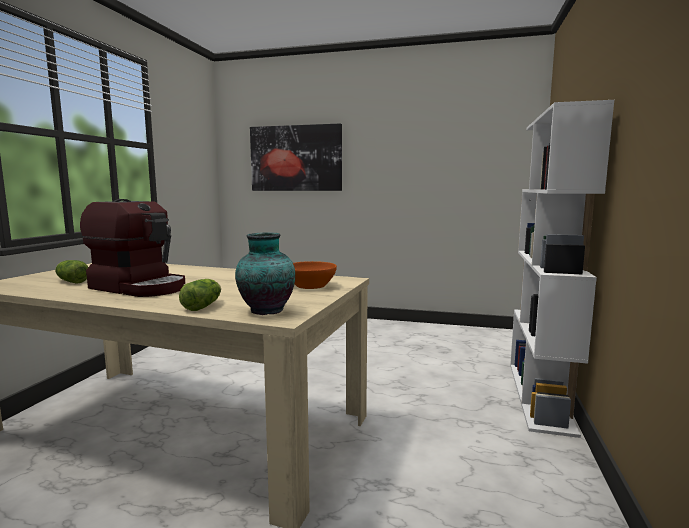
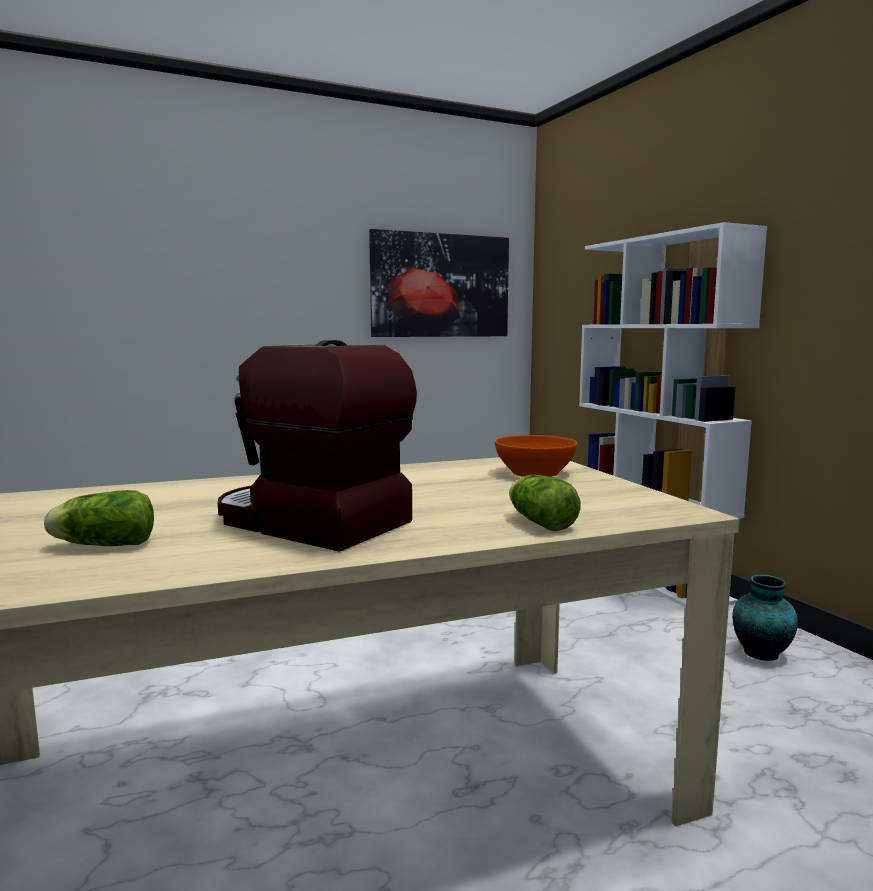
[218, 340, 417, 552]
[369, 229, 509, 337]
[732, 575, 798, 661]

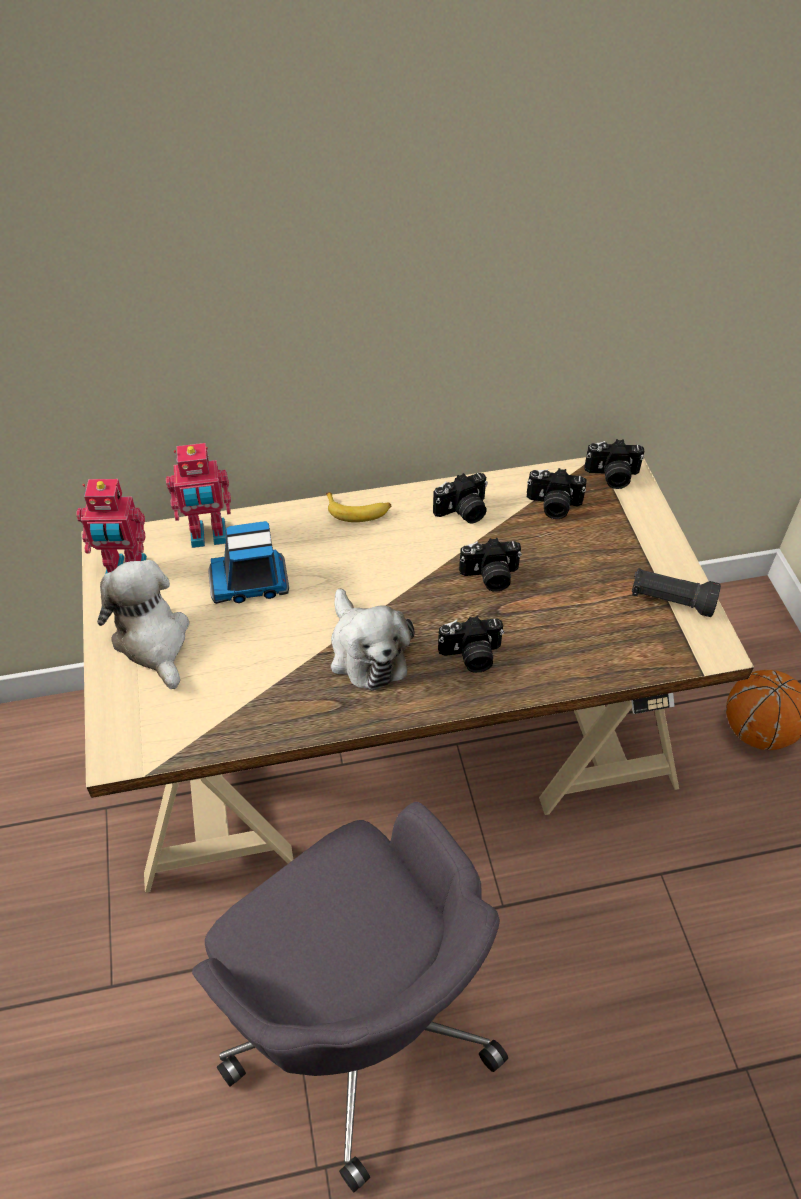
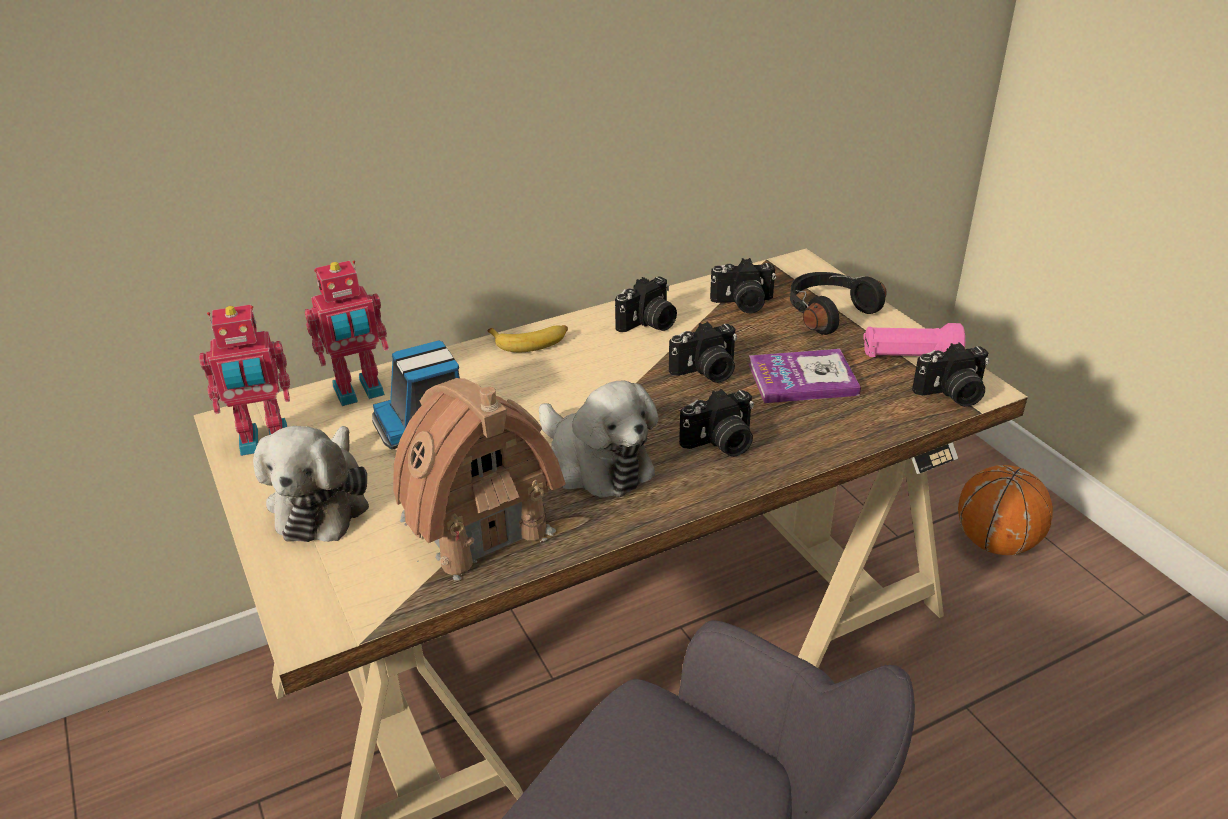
[253, 426, 369, 542]
[393, 378, 566, 580]
[749, 349, 861, 403]
[790, 272, 887, 335]
[863, 323, 965, 357]
[912, 342, 989, 407]

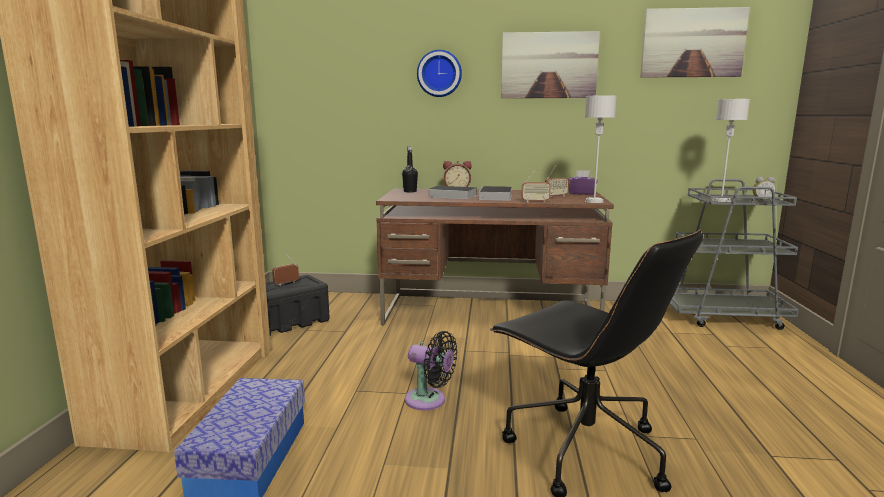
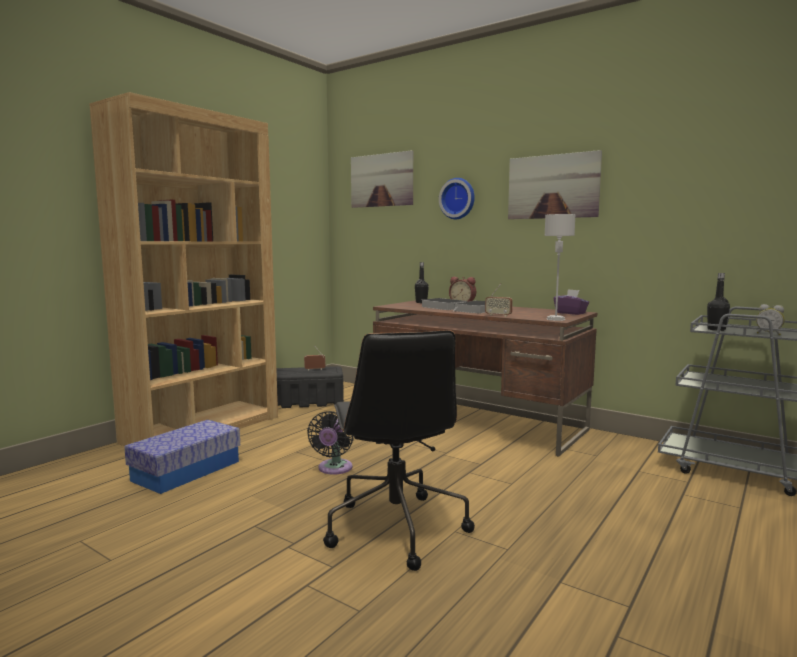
[307, 411, 353, 475]
[351, 150, 413, 208]
[707, 273, 730, 331]
[545, 164, 569, 197] (first image)

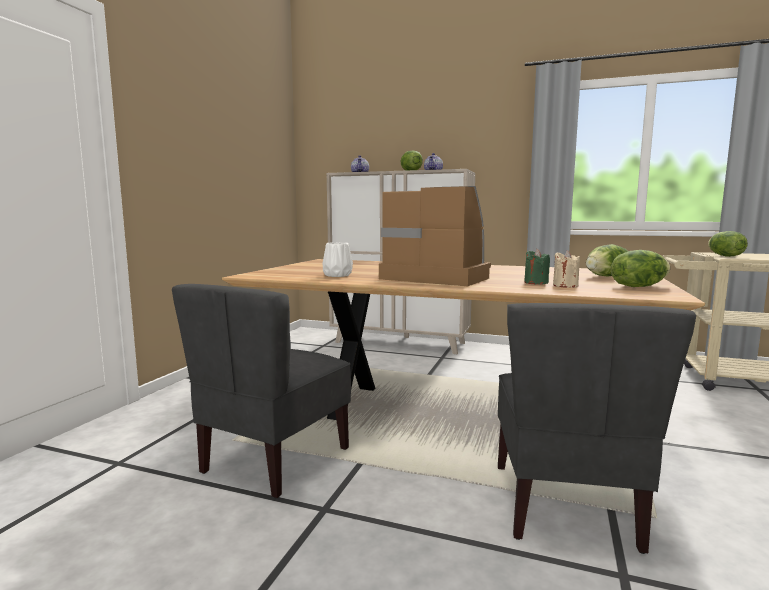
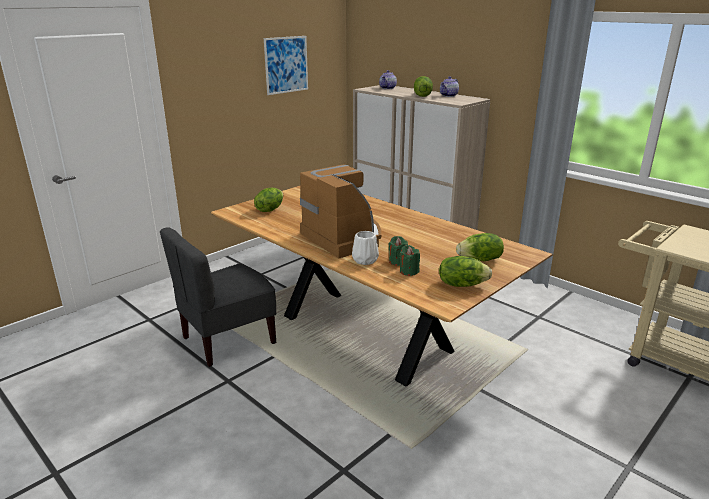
[254, 188, 283, 212]
[264, 36, 308, 95]
[352, 231, 379, 265]
[399, 245, 420, 276]
[498, 303, 696, 554] (first image)

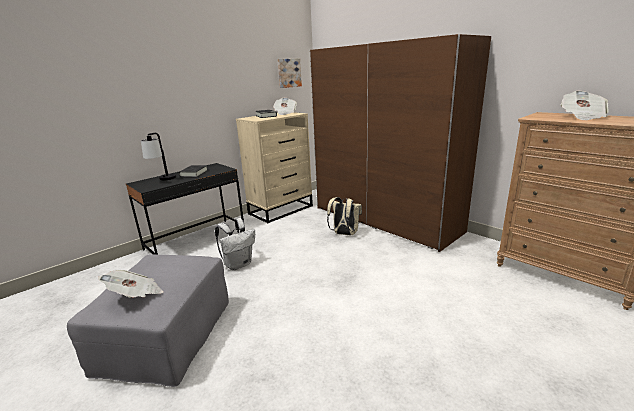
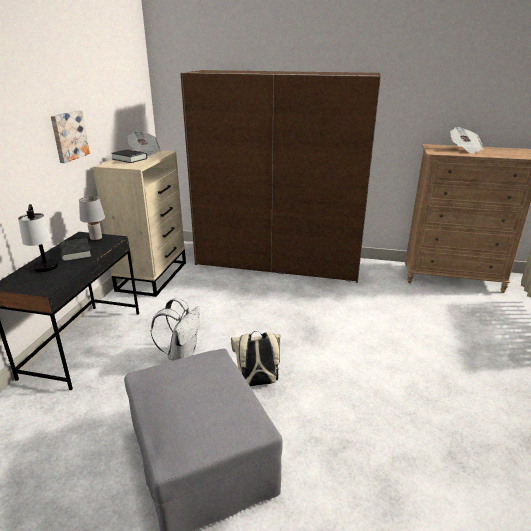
[51, 110, 90, 163]
[79, 196, 105, 241]
[231, 331, 281, 386]
[98, 270, 163, 298] (first image)

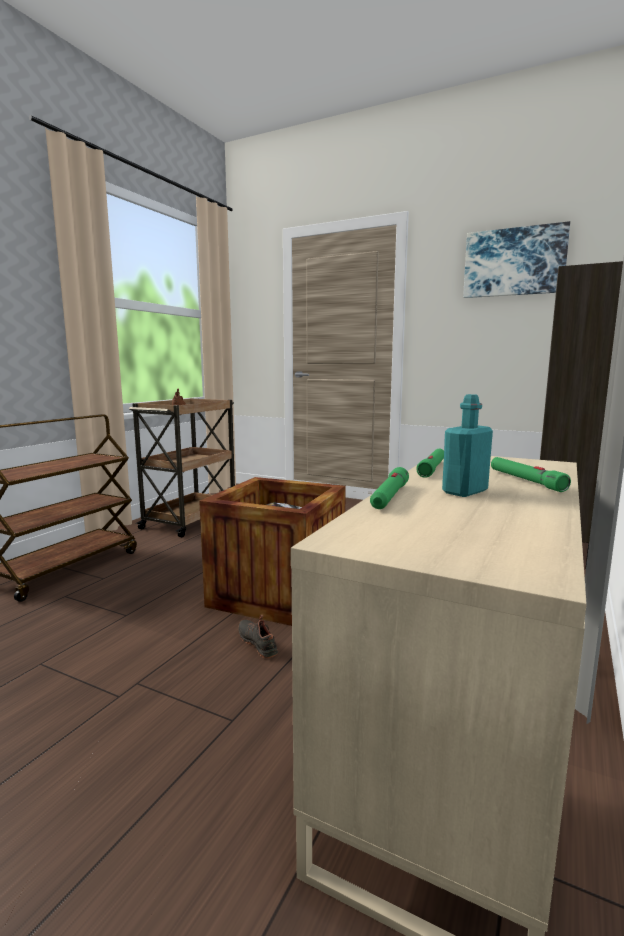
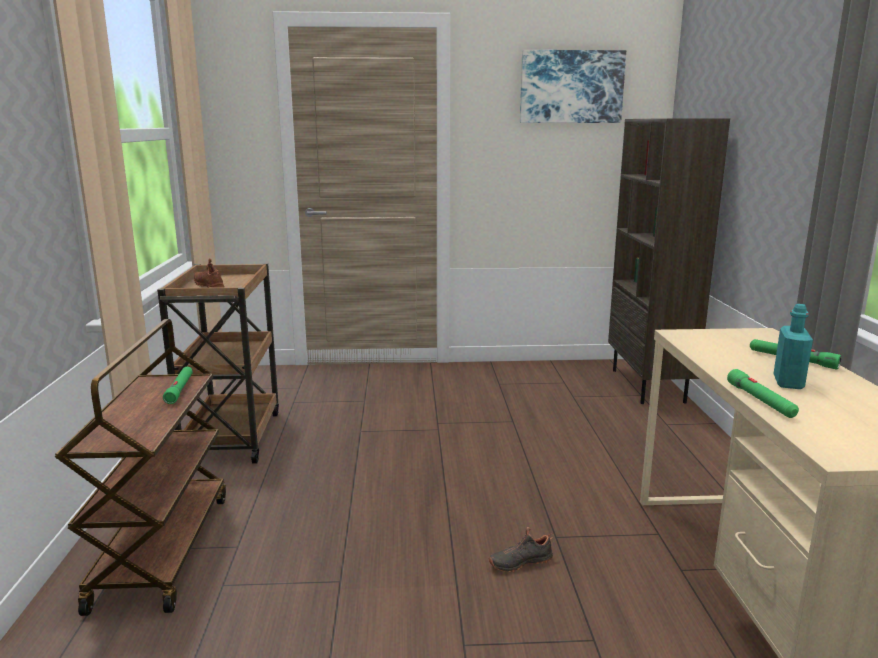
[163, 367, 193, 404]
[489, 527, 553, 572]
[199, 477, 346, 626] (first image)

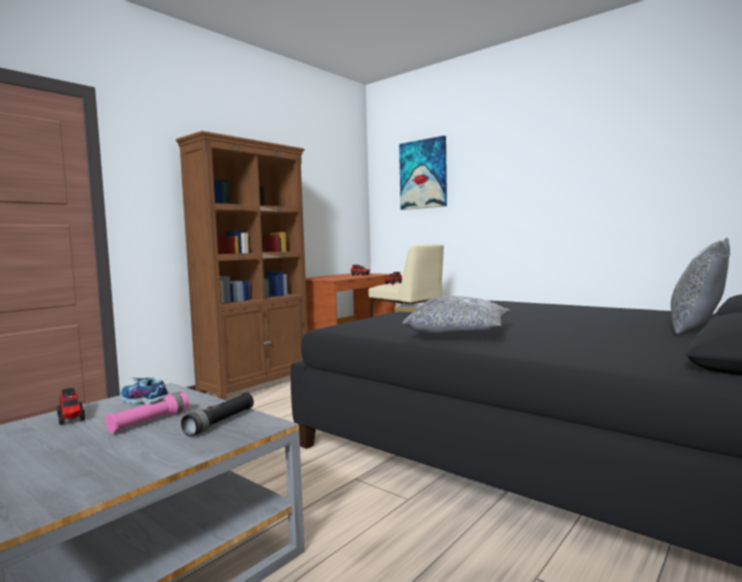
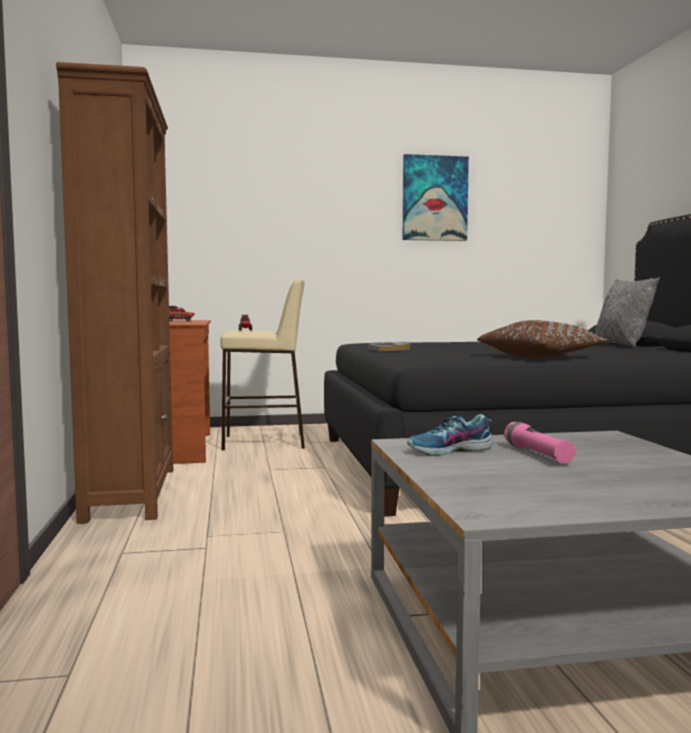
[403, 154, 469, 241]
[477, 320, 607, 358]
[57, 388, 85, 425] (first image)
[181, 392, 254, 437] (first image)

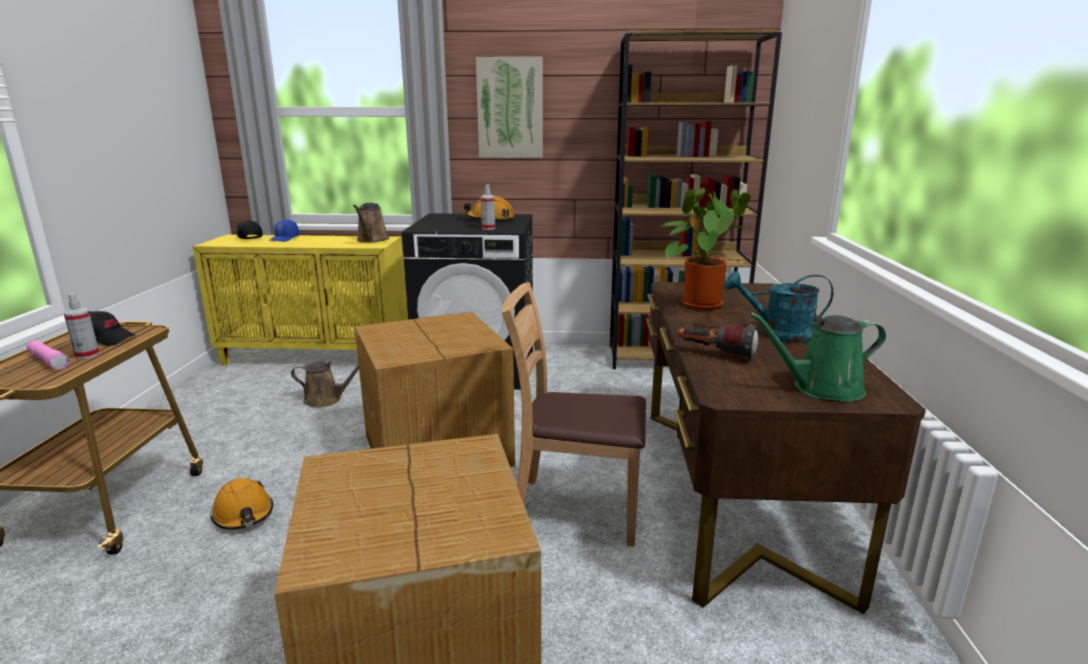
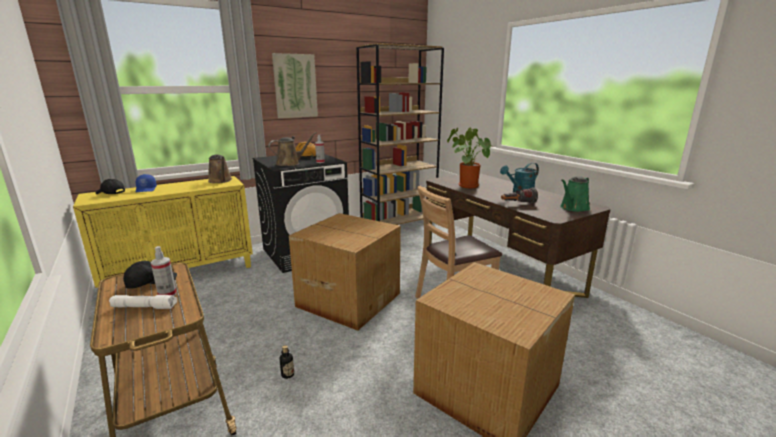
[109, 295, 177, 309]
[268, 132, 317, 166]
[280, 345, 294, 379]

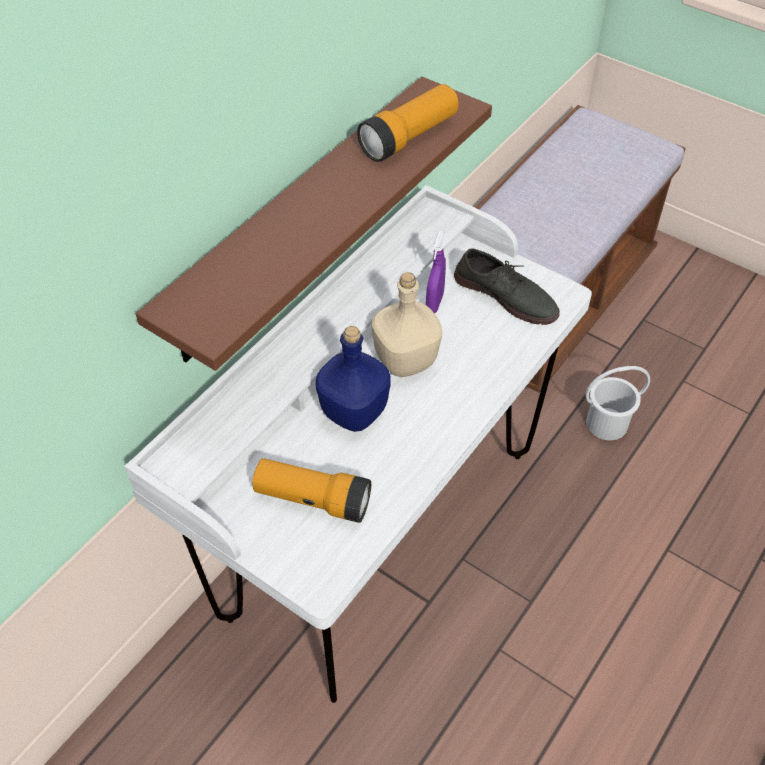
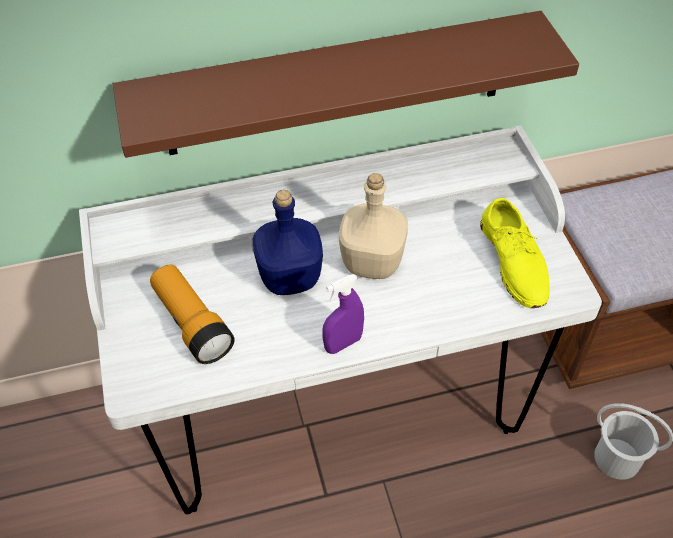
[322, 274, 364, 354]
[480, 198, 550, 308]
[357, 84, 459, 162] (first image)

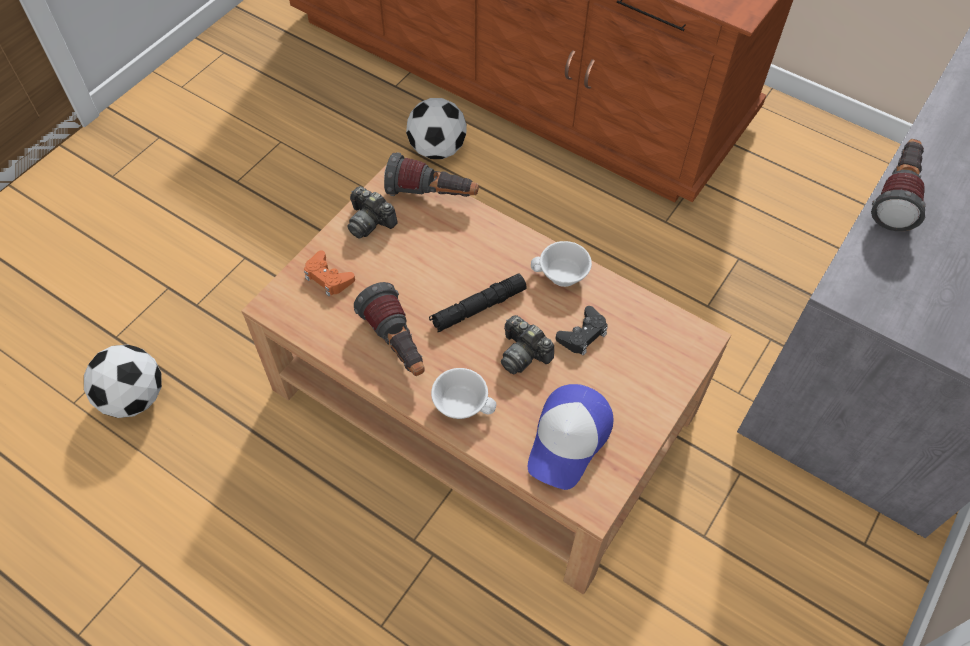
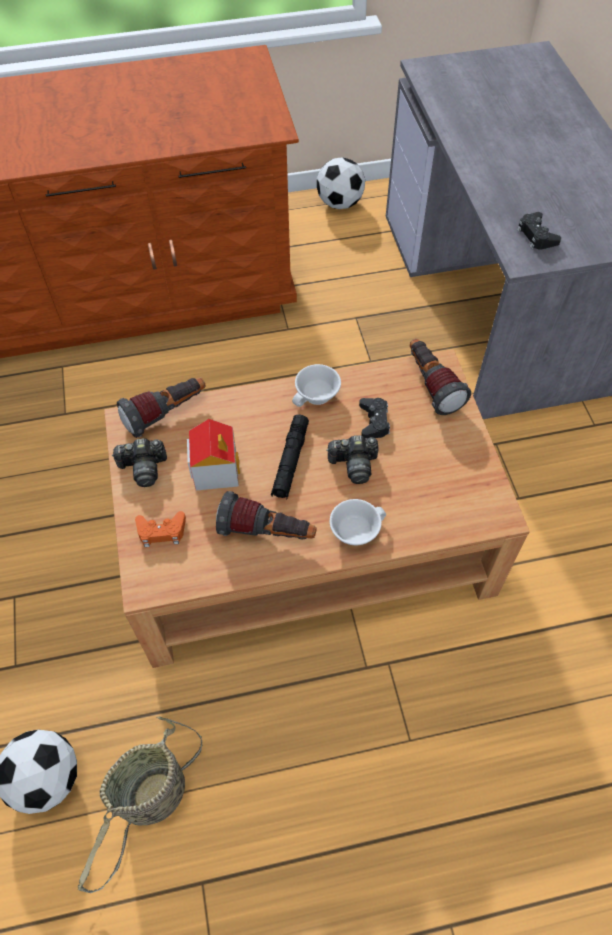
[78, 716, 202, 893]
[187, 419, 240, 490]
[317, 157, 365, 209]
[410, 339, 471, 415]
[517, 212, 561, 250]
[528, 384, 613, 490] (first image)

